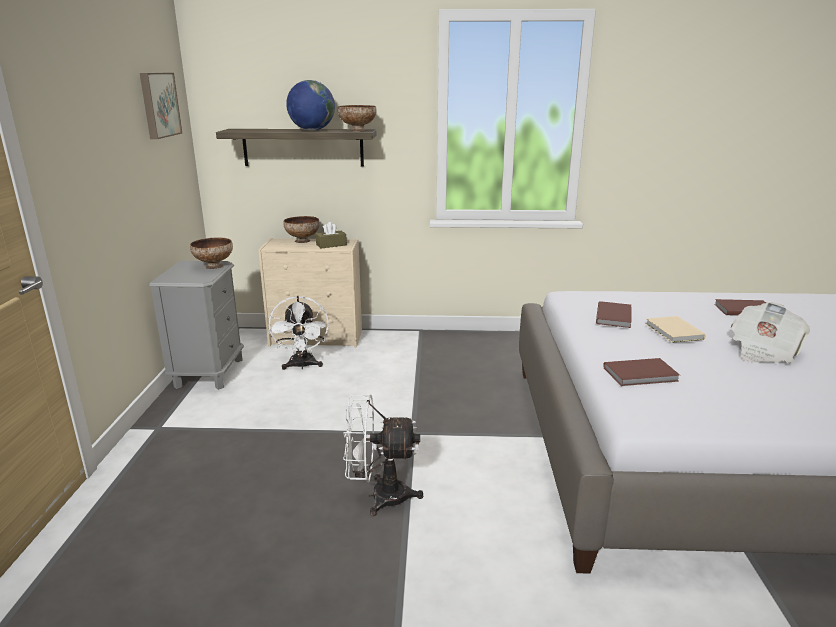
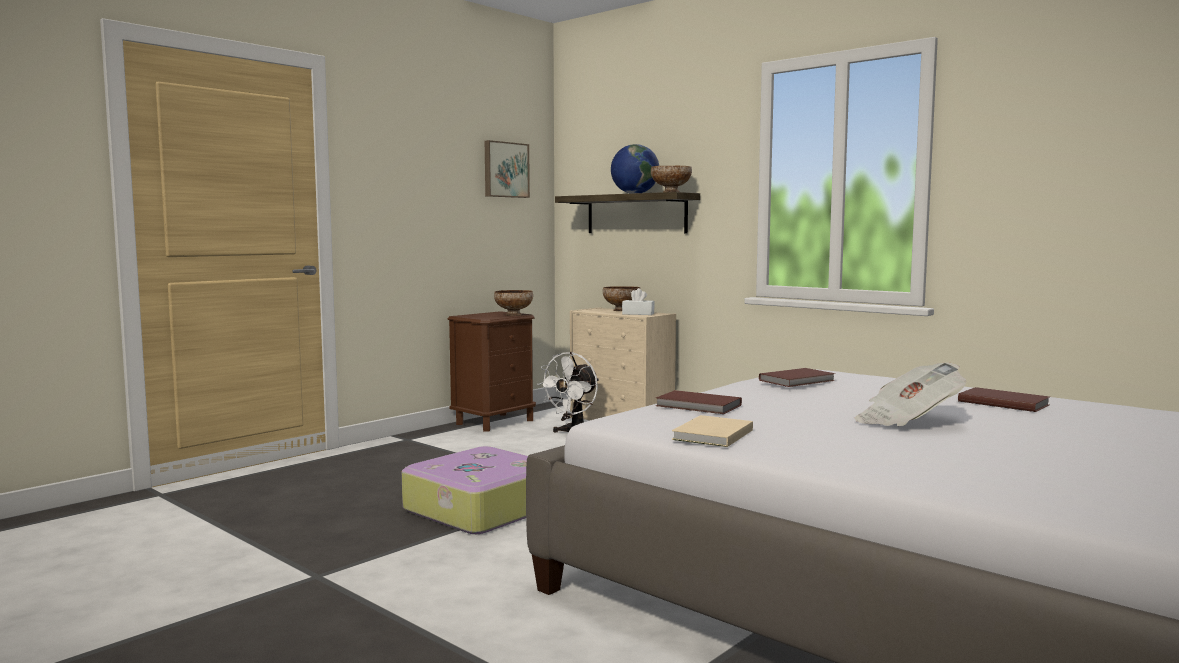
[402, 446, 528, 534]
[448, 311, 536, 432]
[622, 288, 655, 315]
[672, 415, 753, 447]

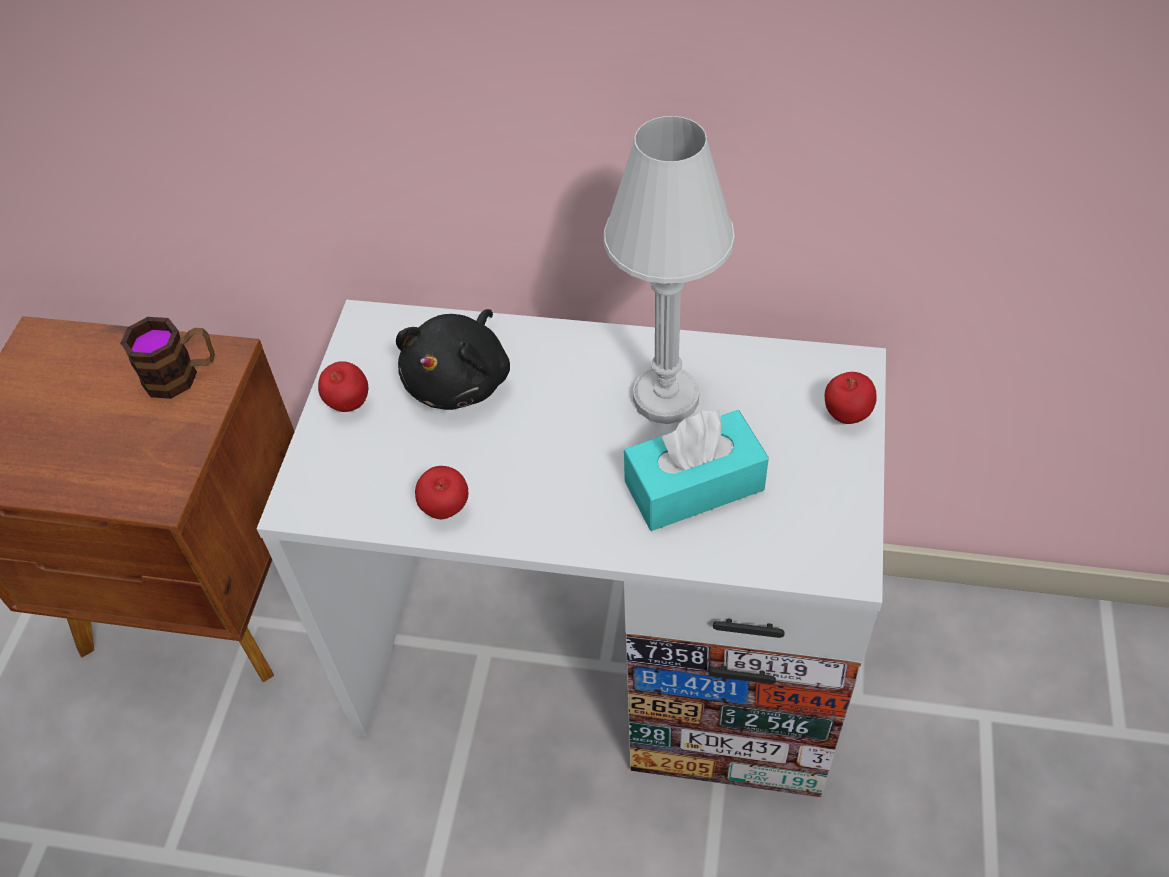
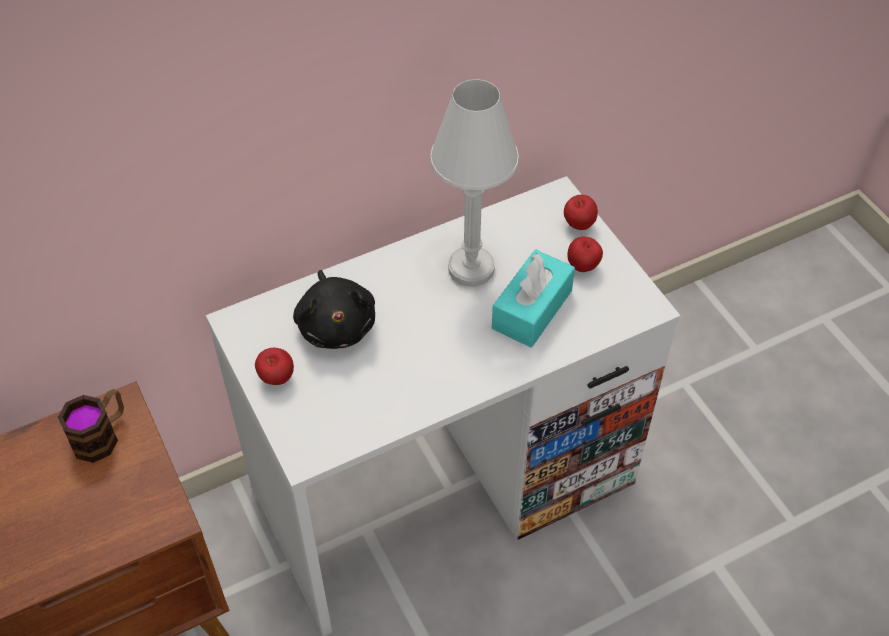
[567, 237, 603, 272]

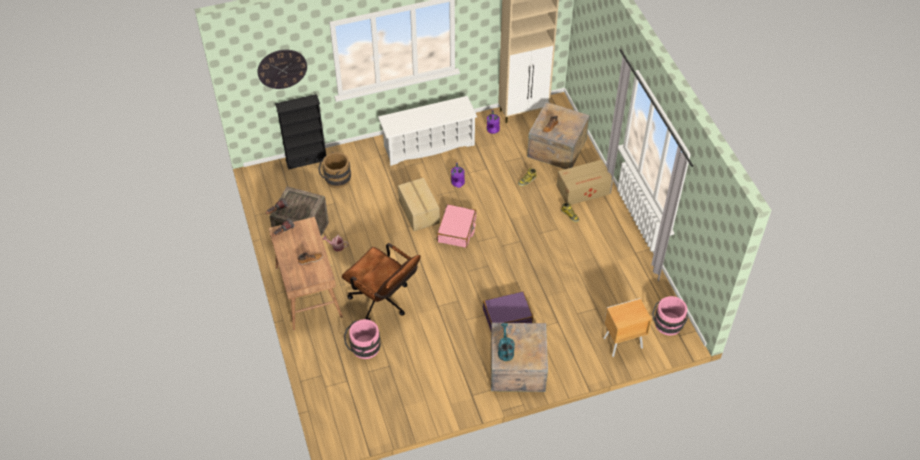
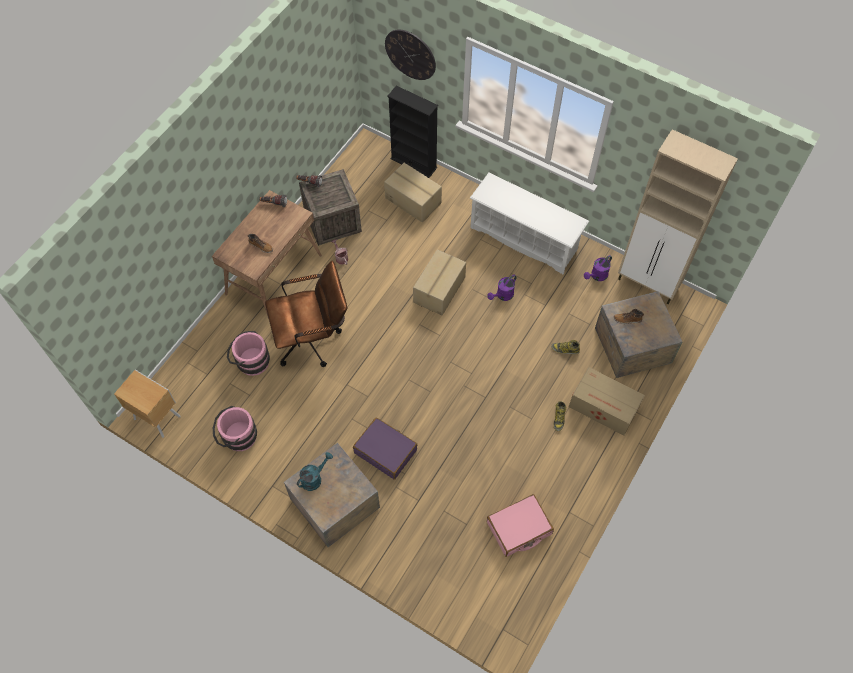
[114, 370, 180, 438]
[213, 406, 257, 451]
[265, 261, 347, 367]
[384, 163, 442, 222]
[487, 494, 554, 557]

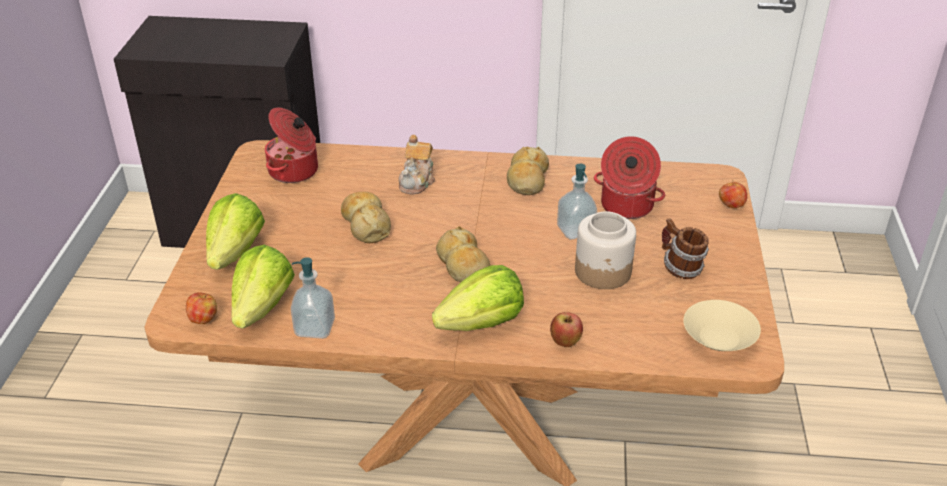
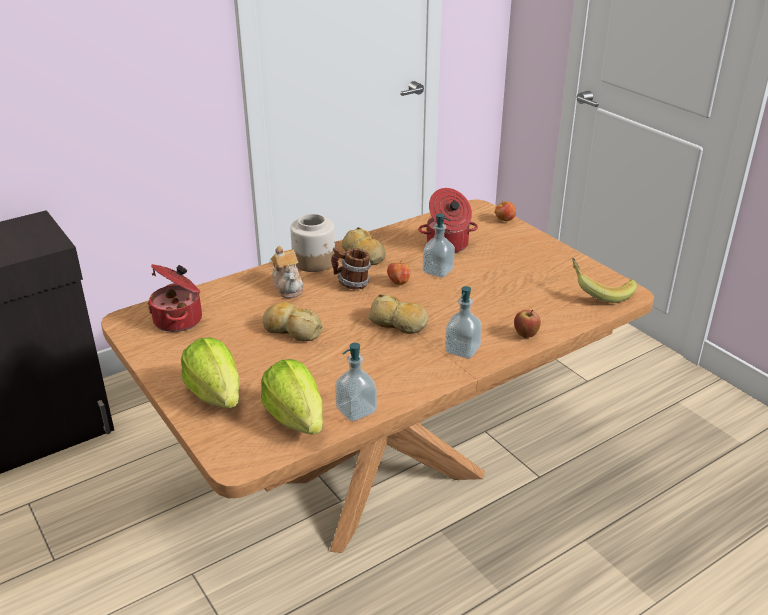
[290, 214, 335, 272]
[331, 248, 371, 290]
[387, 260, 410, 284]
[445, 286, 482, 359]
[572, 258, 637, 303]

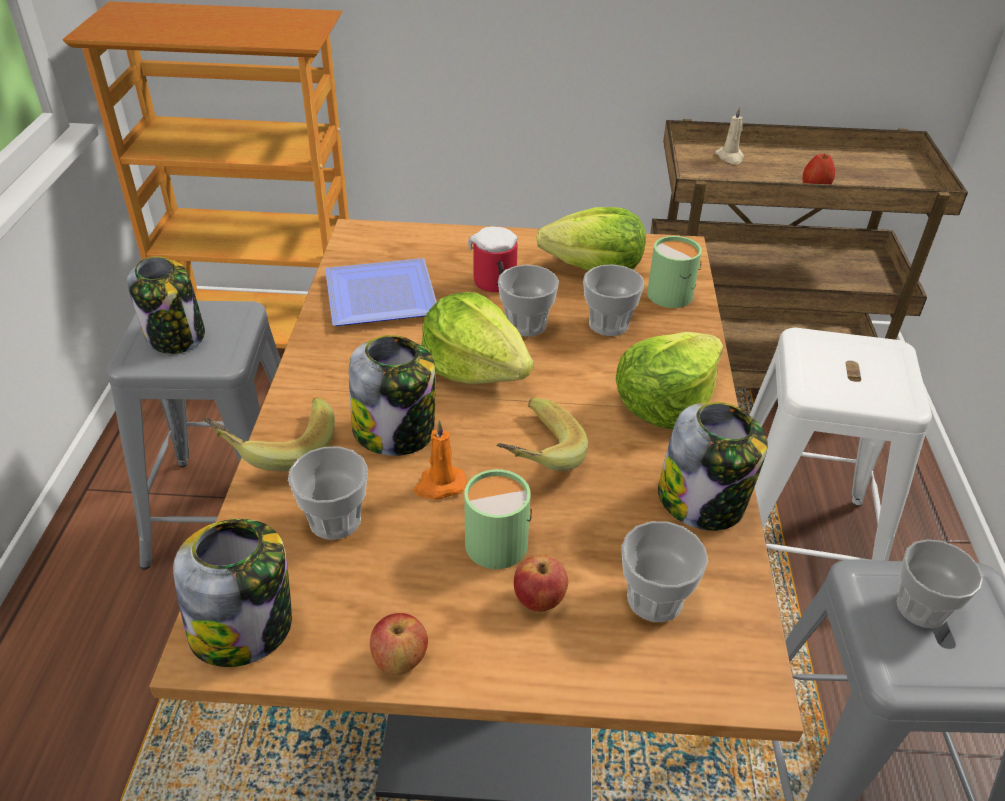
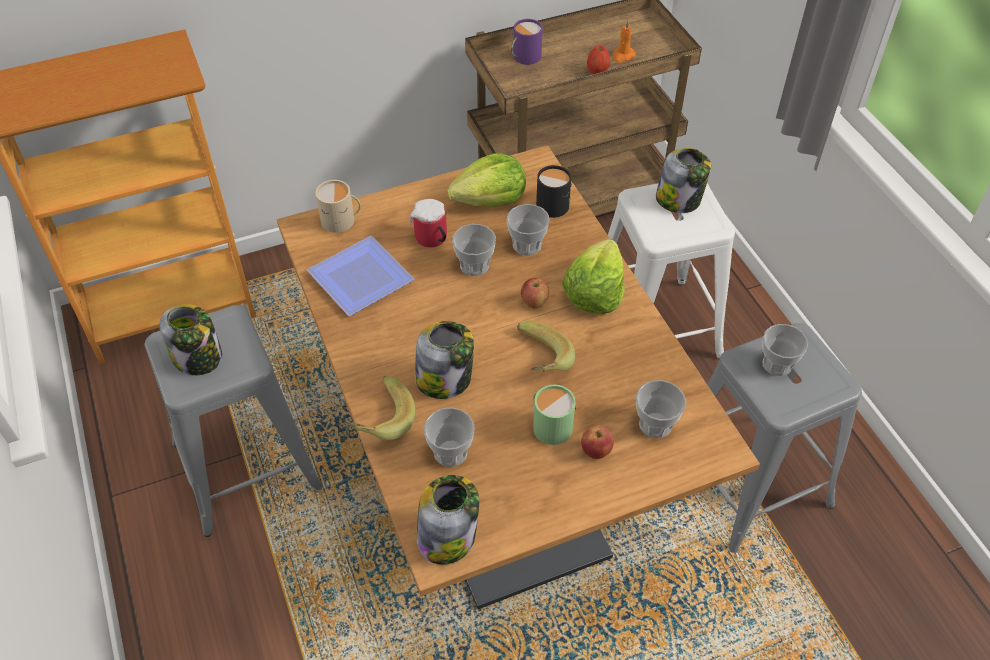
[316, 180, 361, 233]
[511, 19, 543, 65]
[521, 278, 549, 308]
[536, 165, 572, 218]
[613, 20, 636, 63]
[656, 148, 711, 213]
[421, 292, 533, 384] (first image)

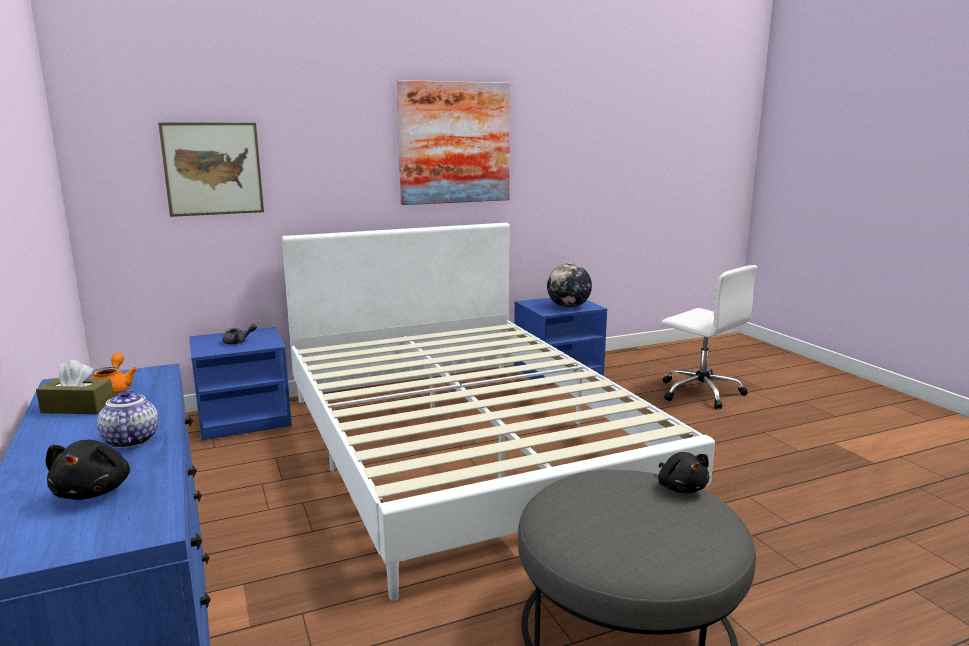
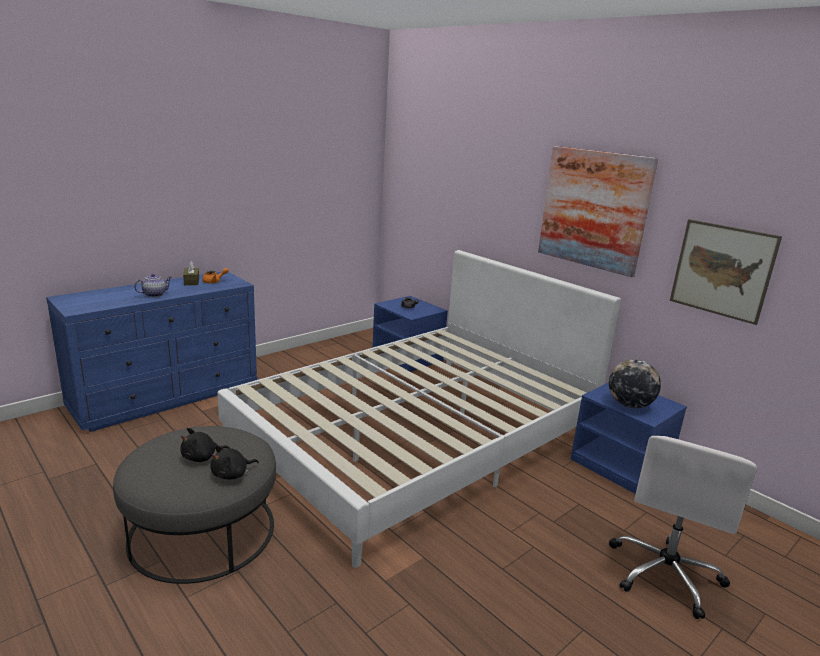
[180, 428, 230, 462]
[670, 219, 782, 325]

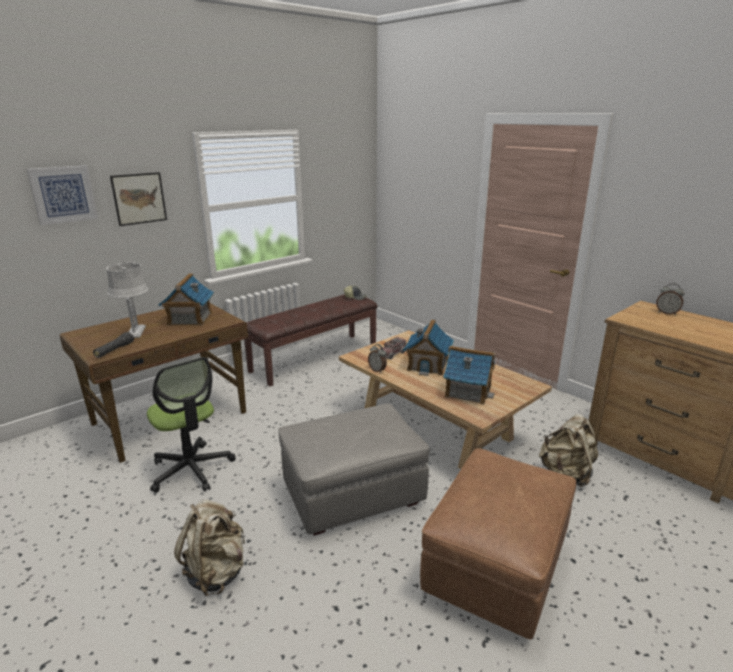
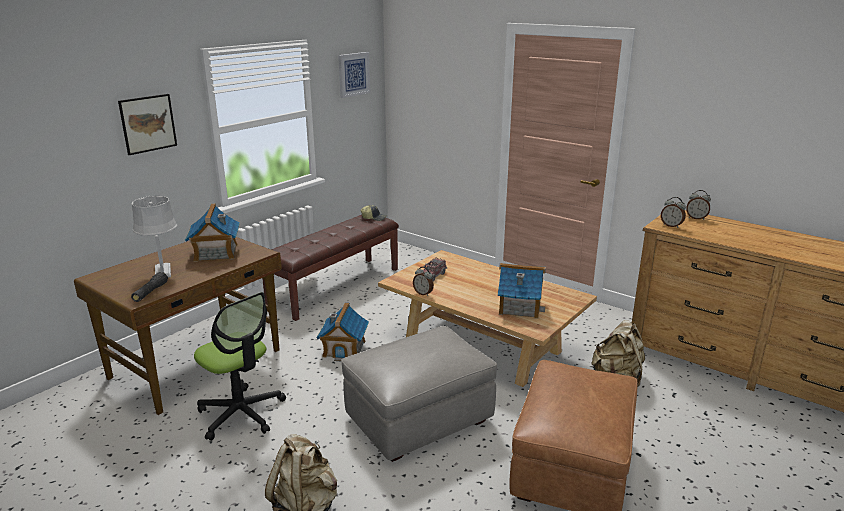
[316, 302, 369, 362]
[338, 52, 370, 98]
[661, 197, 686, 228]

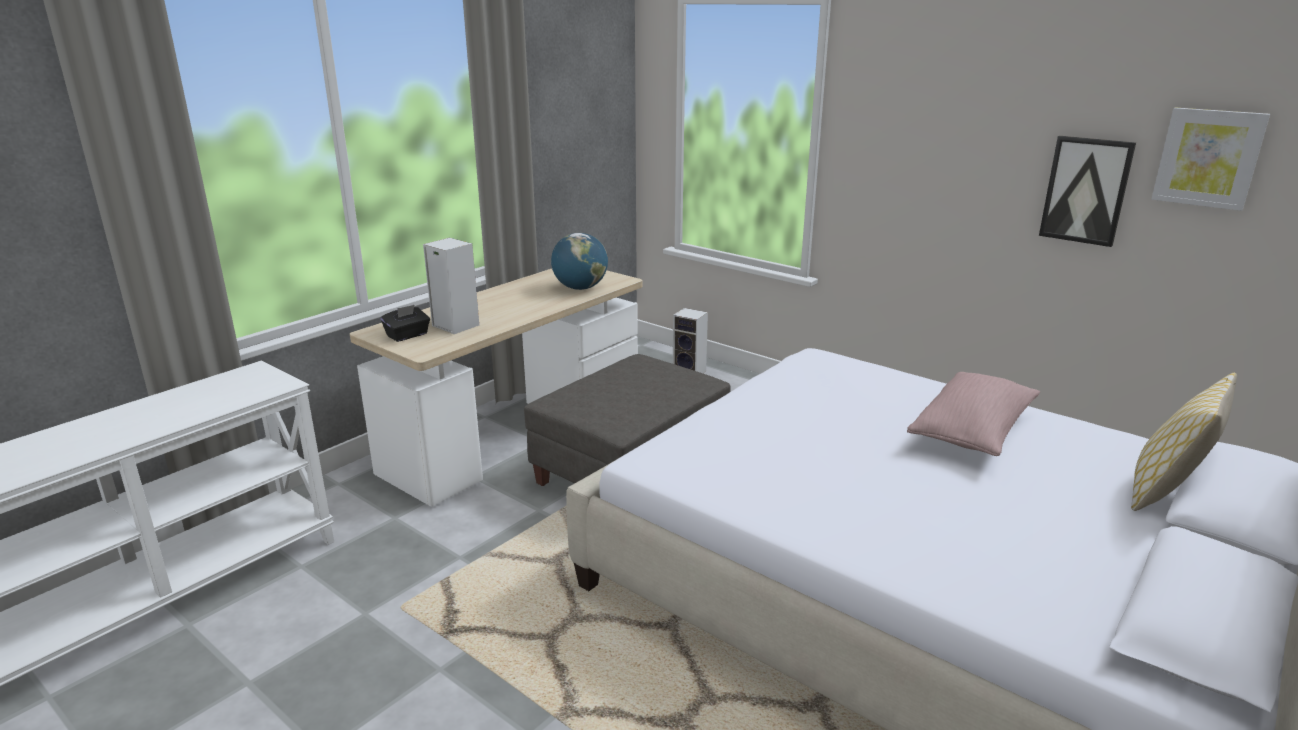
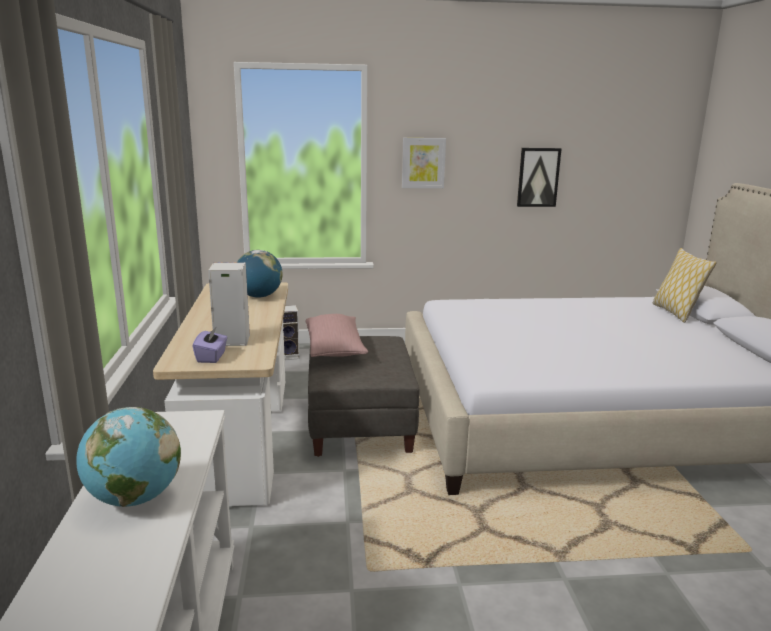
[76, 407, 181, 507]
[192, 326, 228, 363]
[306, 314, 368, 357]
[402, 138, 446, 188]

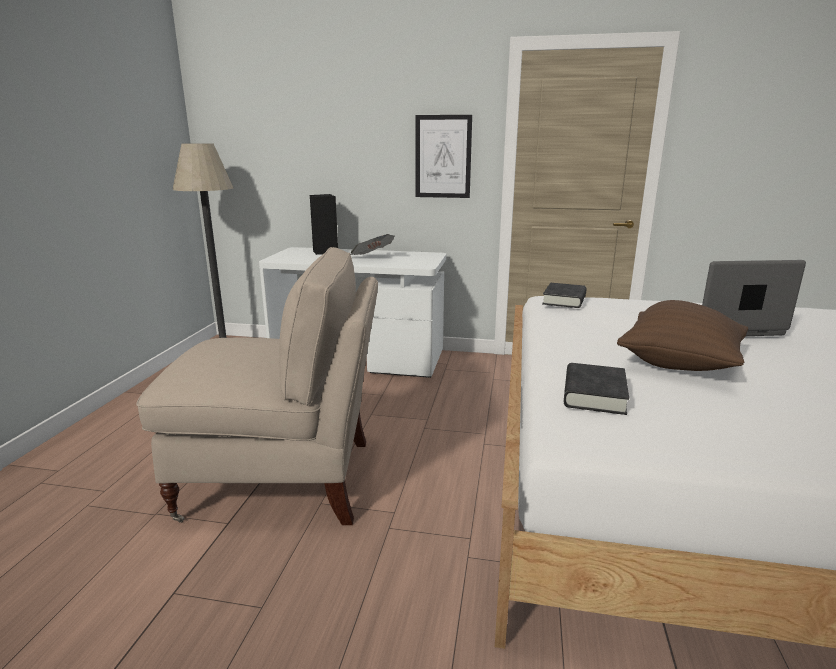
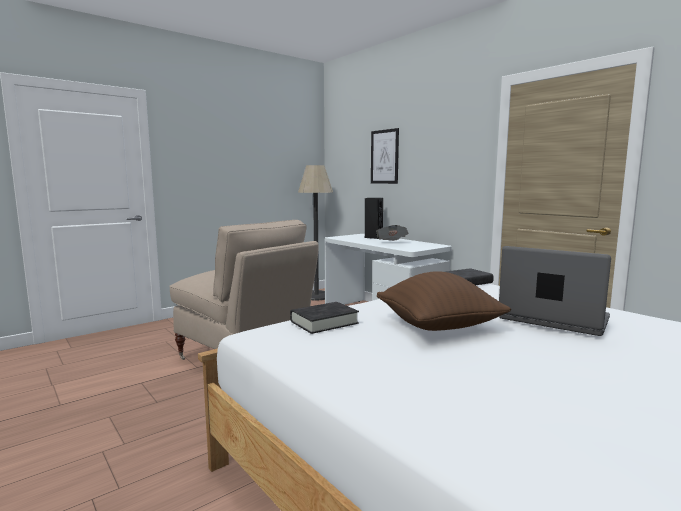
[371, 128, 399, 184]

